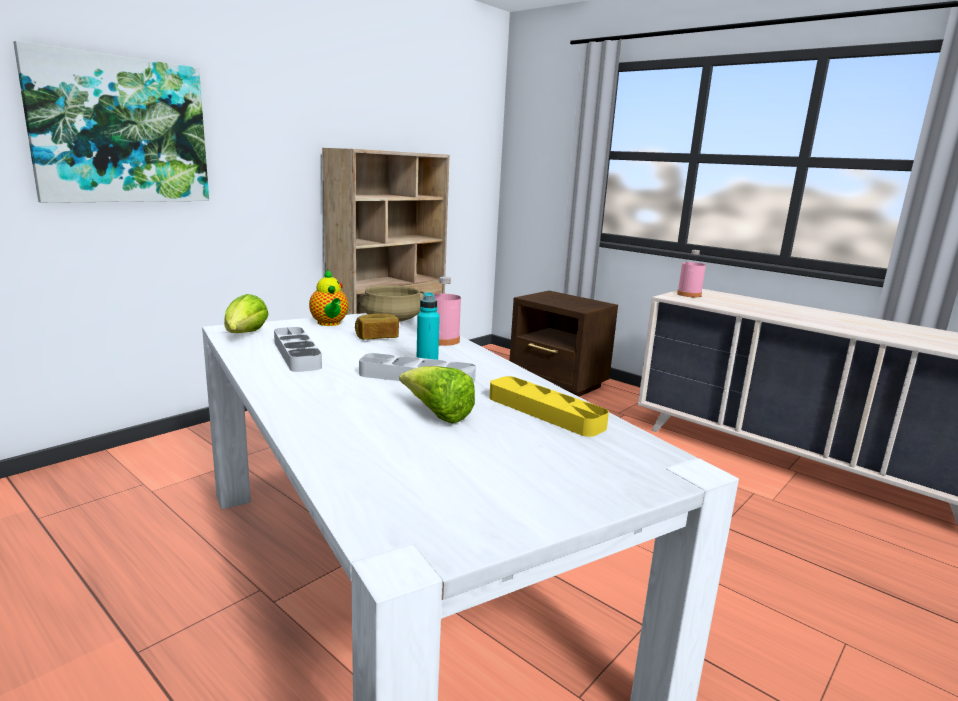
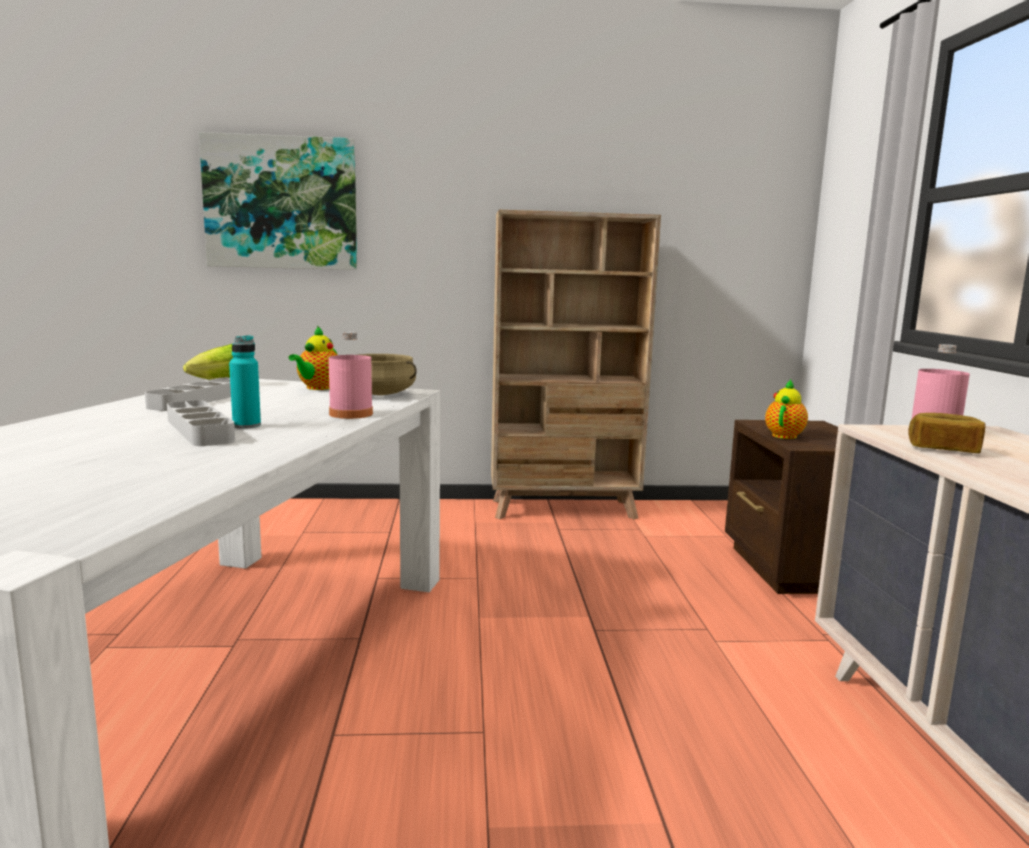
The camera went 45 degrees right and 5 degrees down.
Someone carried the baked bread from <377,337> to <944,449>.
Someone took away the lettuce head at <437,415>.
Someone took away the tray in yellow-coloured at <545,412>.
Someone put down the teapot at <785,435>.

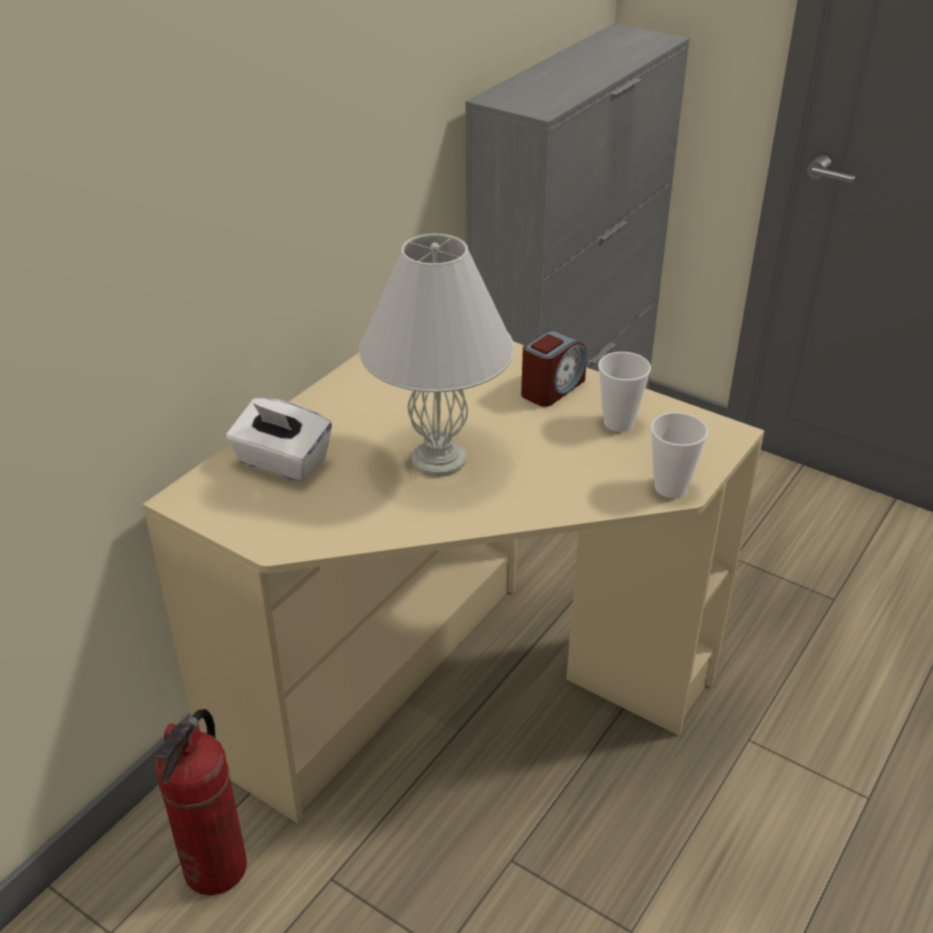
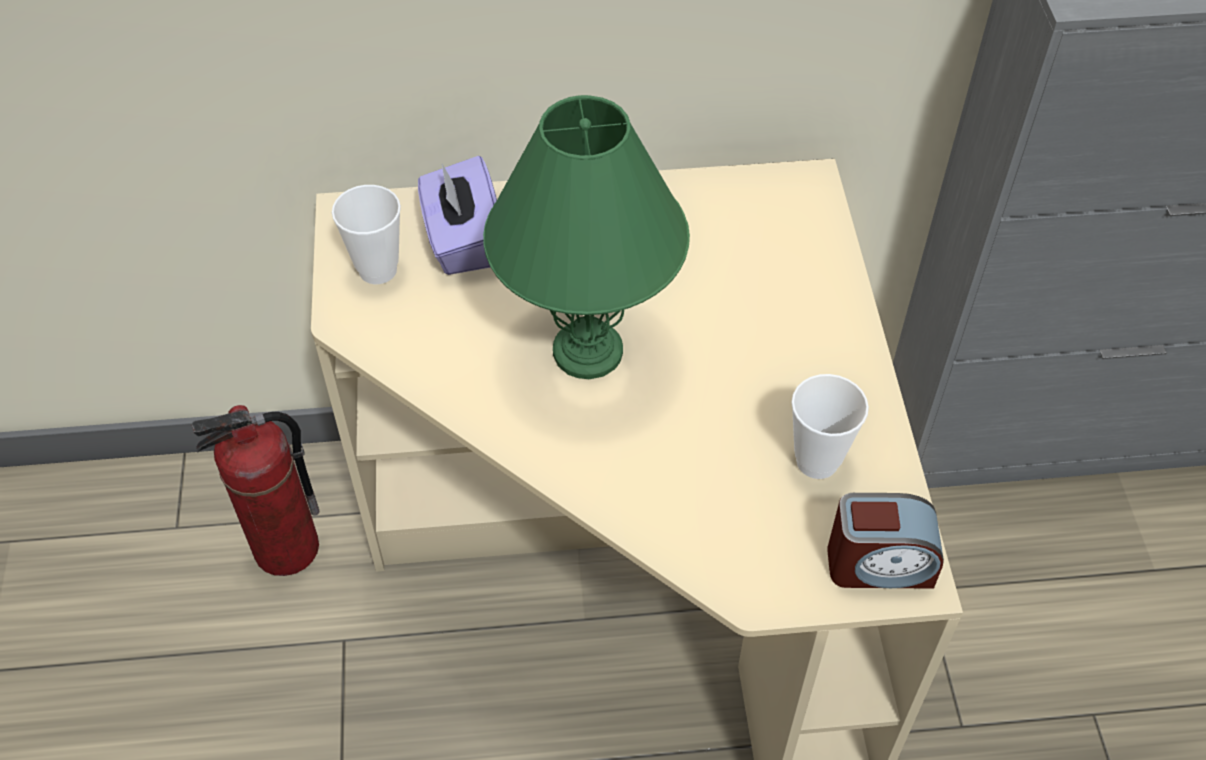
The camera went 50 degrees right and 15 degrees up.
Someone repainted the table lamp in whitish at <437,460>, which became the table lamp in green at <586,350>.
Someone carried the bedside clock from <552,388> to <879,564>.
Someone repainted the box of tissues in whitish at <282,463>, which became the box of tissues in purplish at <463,240>.
Someone carried the small cup from <670,487> to <378,270>.

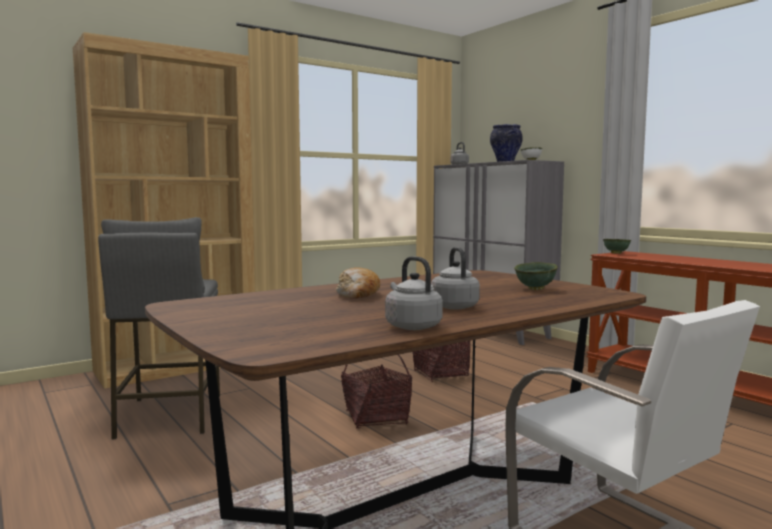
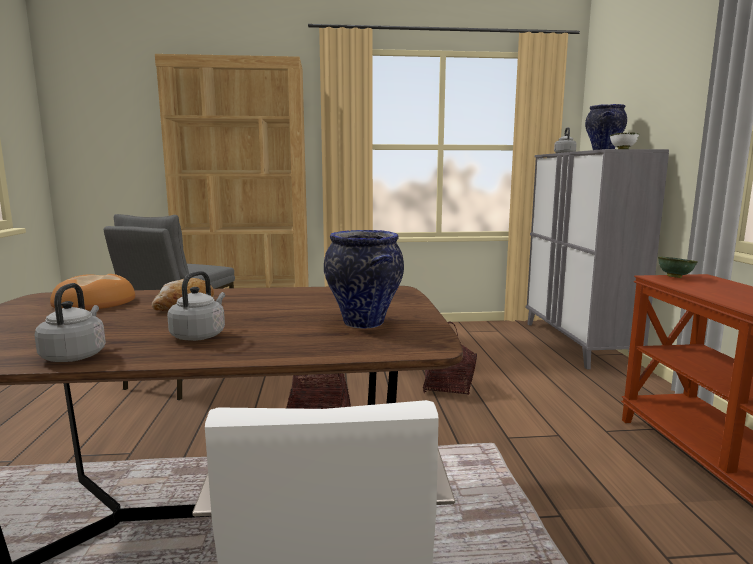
The camera went 30 degrees right and 5 degrees up.
Someone swapped the bowl in green at <536,289> for the vase at <364,323>.
Someone put down the baked bread at <93,302>.

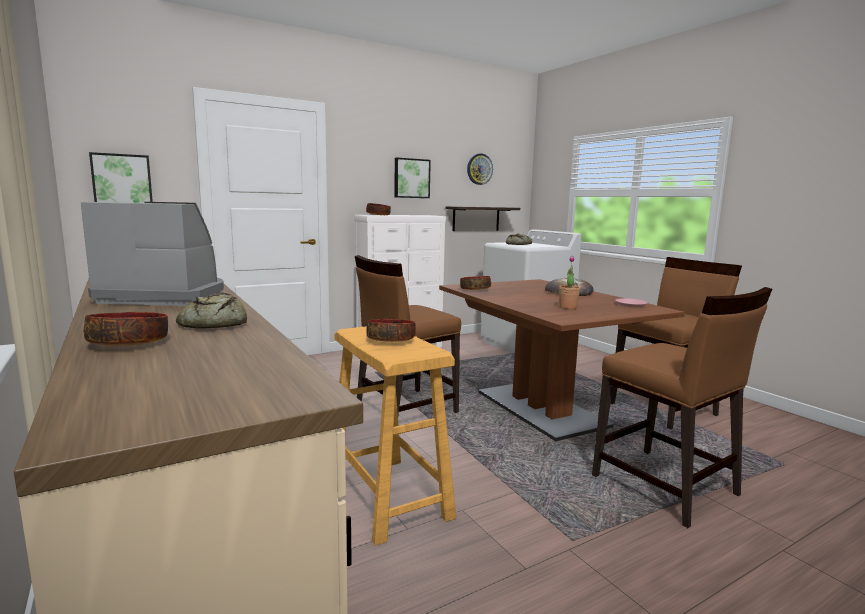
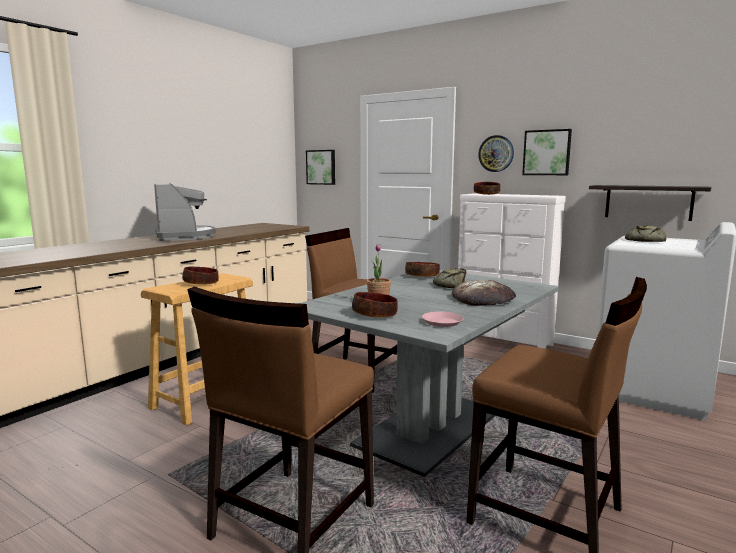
The camera went 65 degrees right and 0 degrees up.
Someone carried the clock on the wall from <479,169> to <496,153>.
Someone repainted the dinner table in brownish at <540,409>, which became the dinner table in grey at <429,429>.
Someone carried the baked bread from <212,324> to <450,285>.
Someone carried the bowl from <129,343> to <375,315>.

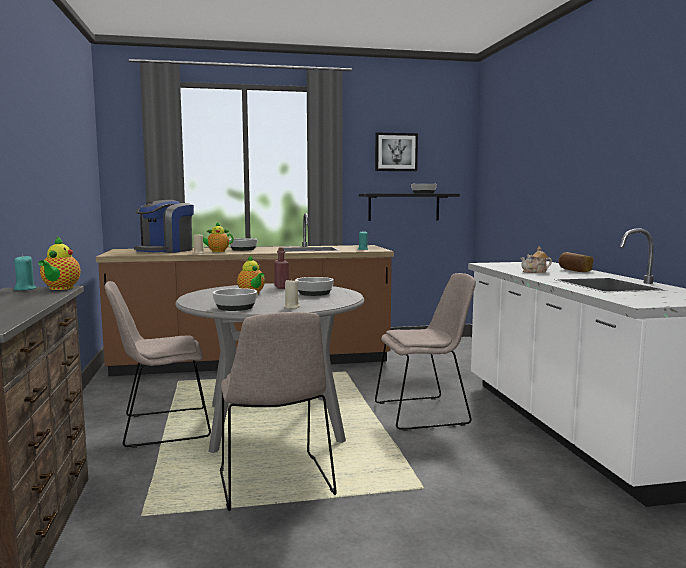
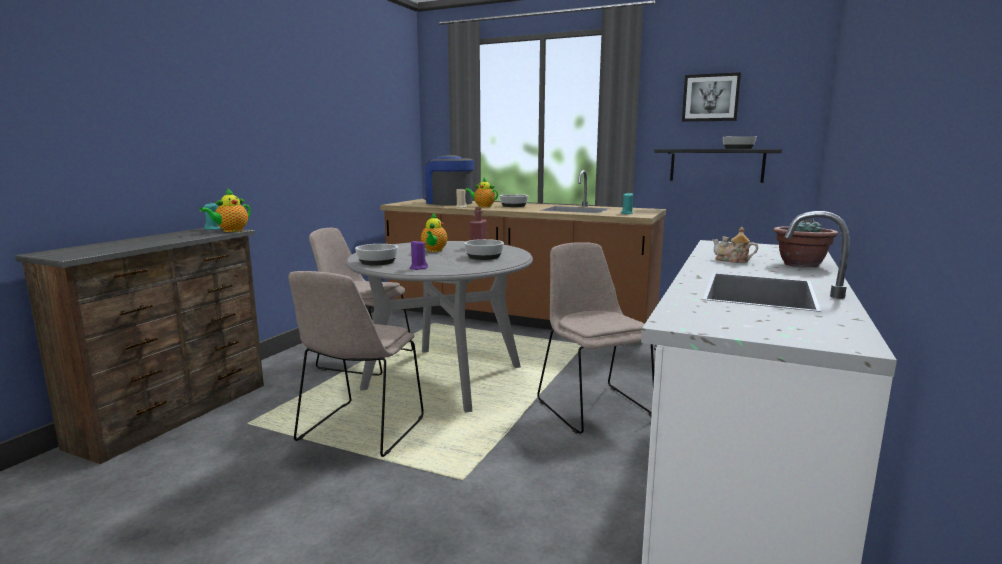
The camera went 35 degrees right and 5 degrees up.
Someone rotated the coffee maker at <166,250> by 75 degrees clockwise.
Someone swapped the baked bread at <574,270> for the houseplant at <800,265>.
Someone rotated the plain chair in beige-coloured at <424,413> by 135 degrees counterclockwise.
Someone repainted the candle in beige-coloured at <292,307>, which became the candle in purplish at <418,268>.

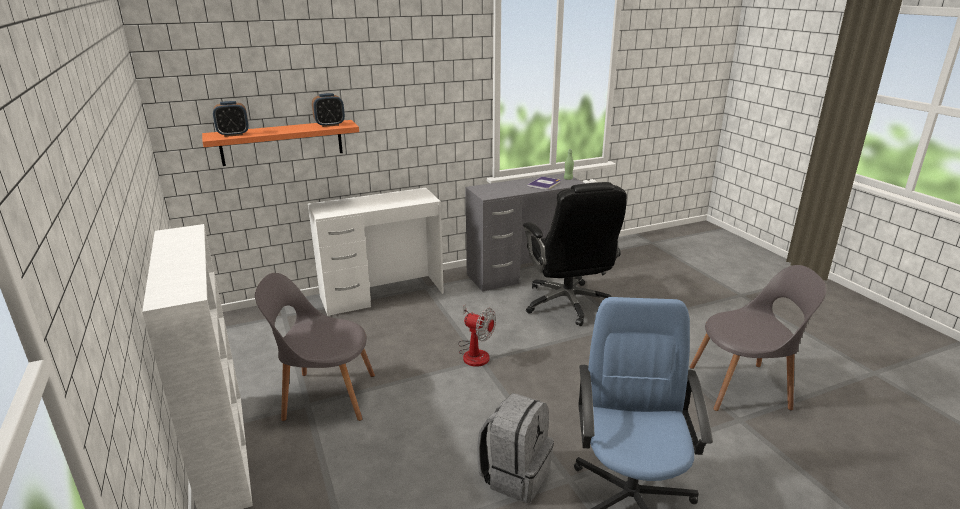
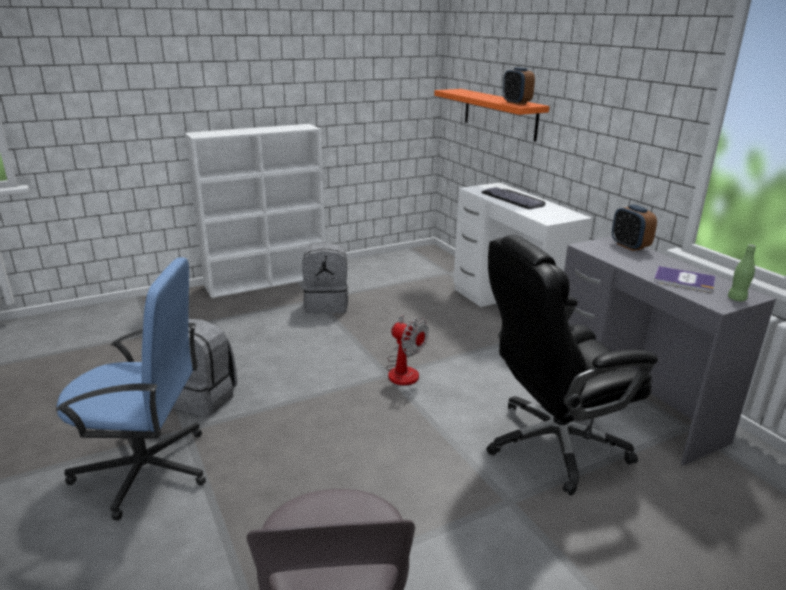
The camera went 85 degrees right and 0 degrees up.
Someone carried the bedside clock from <233,134> to <629,246>.
Someone swapped the plain chair in grey at <325,396> for the backpack in grey at <327,304>.
Someone rotated the fan at <474,352> by 75 degrees counterclockwise.
Someone put down the PC keyboard at <515,198>.

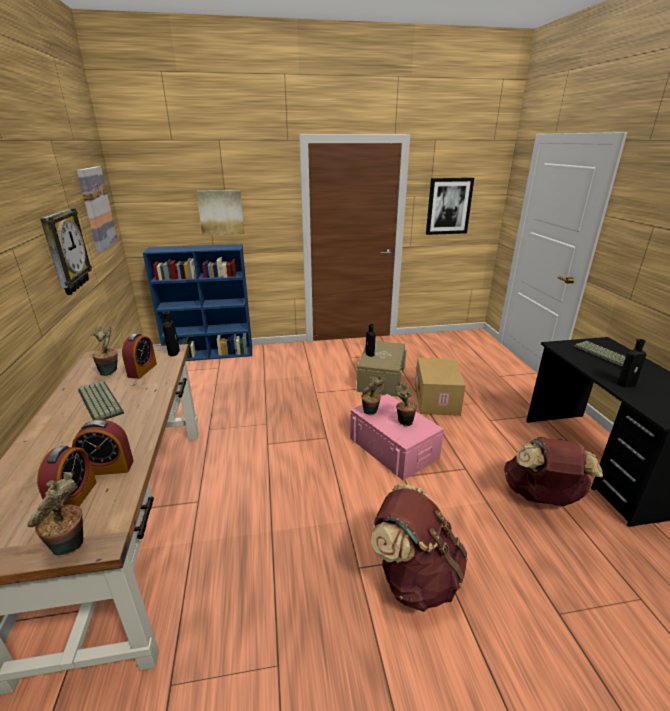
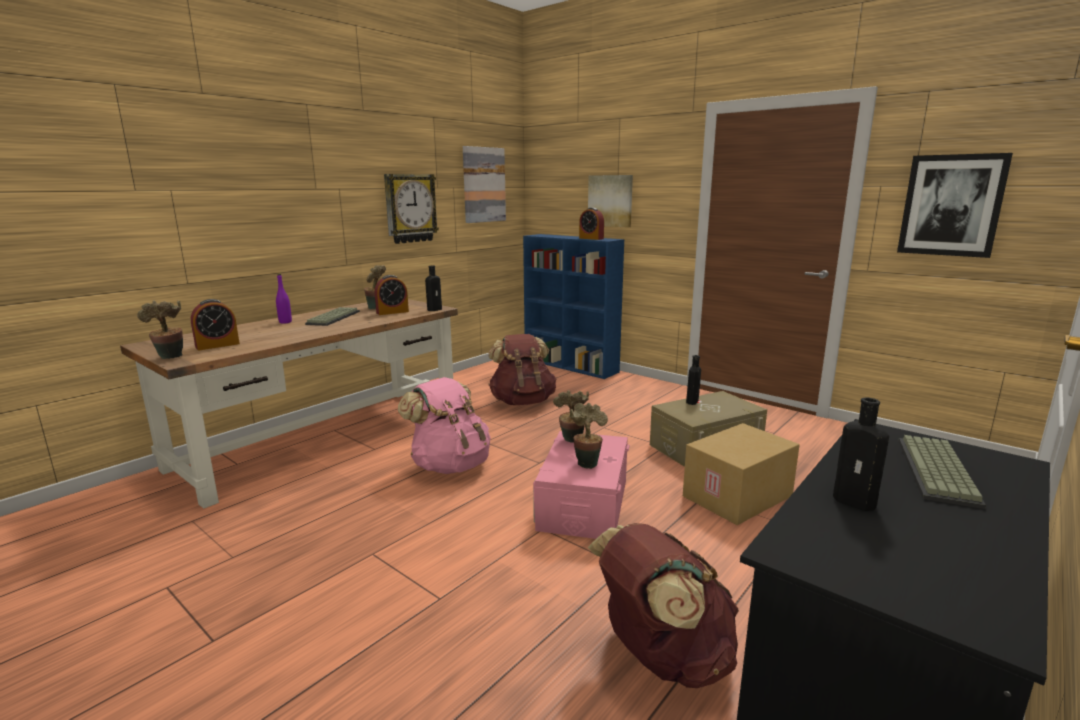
The camera went 50 degrees right and 10 degrees down.
Someone carried the bedside clock from <108,467> to <591,238>.
Someone carried the backpack in brownish from <414,577> to <522,402>.
Someone put down the beverage bottle in purplish at <285,322>.
Someone put down the backpack in pink at <450,465>.

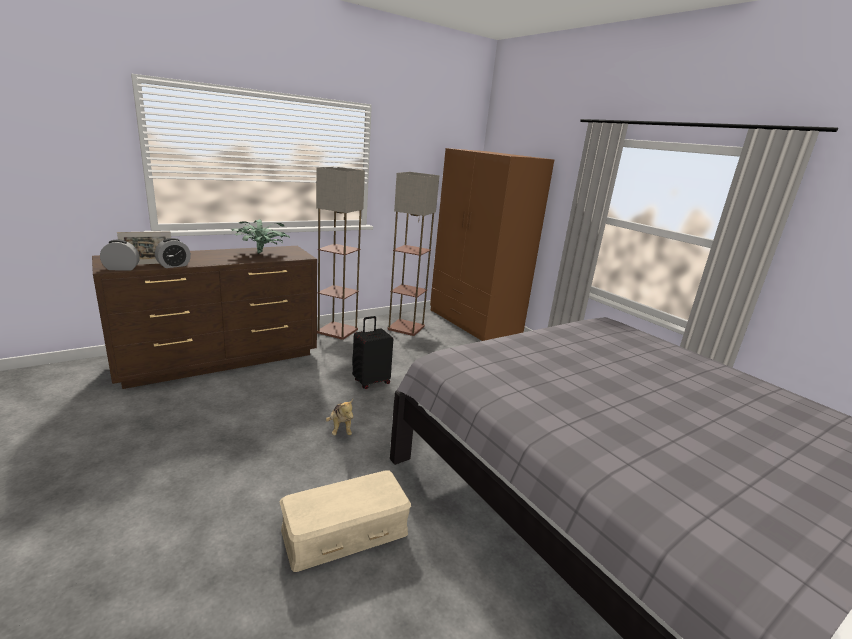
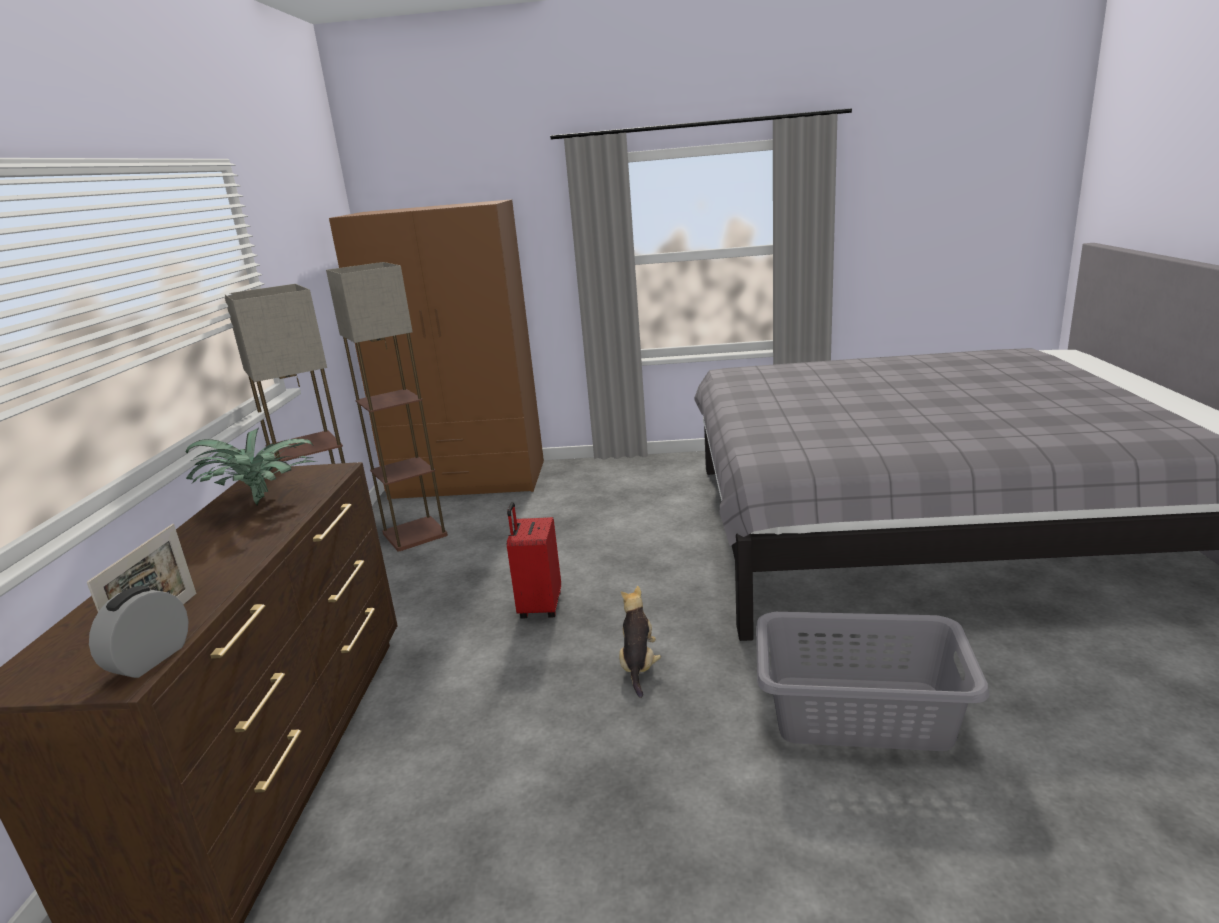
The camera went 50 degrees left and 0 degrees up.
Someone took away the bedside clock at <174,265>.
Someone repainted the travel case in blackish at <371,381>, which became the travel case in red-coloured at <539,607>.
Someone rotated the cuddly toy at <340,428> by 105 degrees counterclockwise.
Someone swapped the storage box in beige-coloured at <345,532> for the washing basket in grey at <861,713>.

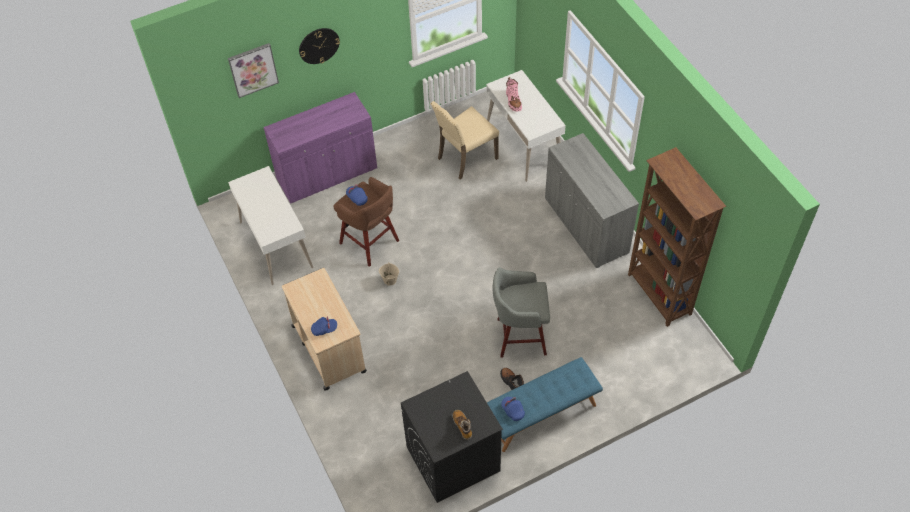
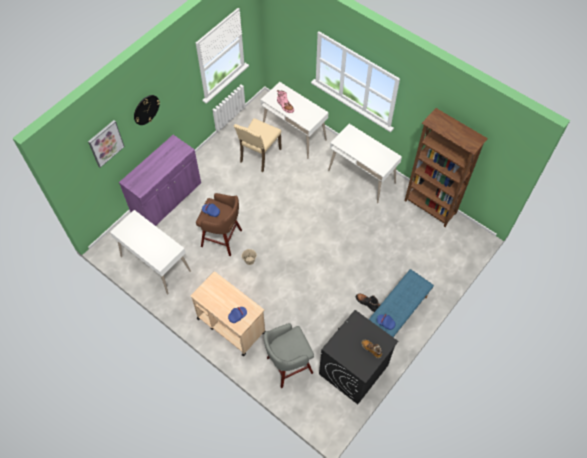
The camera went 25 degrees left and 5 degrees up.
Someone swapped the storage cabinet in grey at <586,226> for the desk in whitish at <362,176>.
Someone carried the sitting stool in grey from <519,336> to <288,366>.

